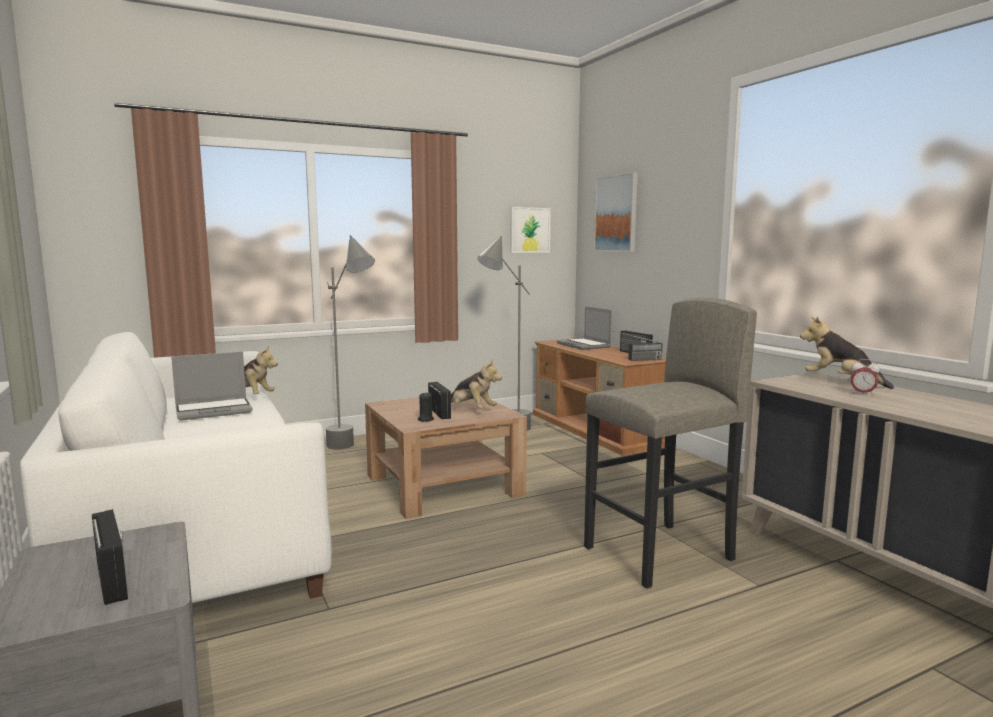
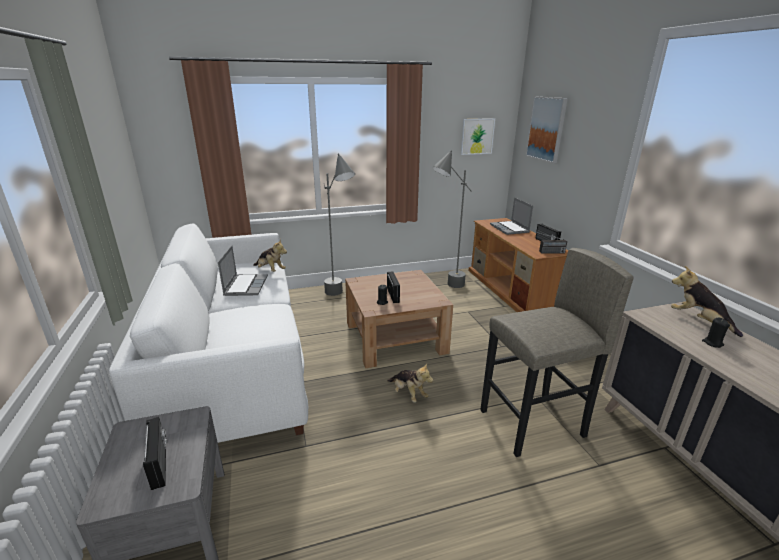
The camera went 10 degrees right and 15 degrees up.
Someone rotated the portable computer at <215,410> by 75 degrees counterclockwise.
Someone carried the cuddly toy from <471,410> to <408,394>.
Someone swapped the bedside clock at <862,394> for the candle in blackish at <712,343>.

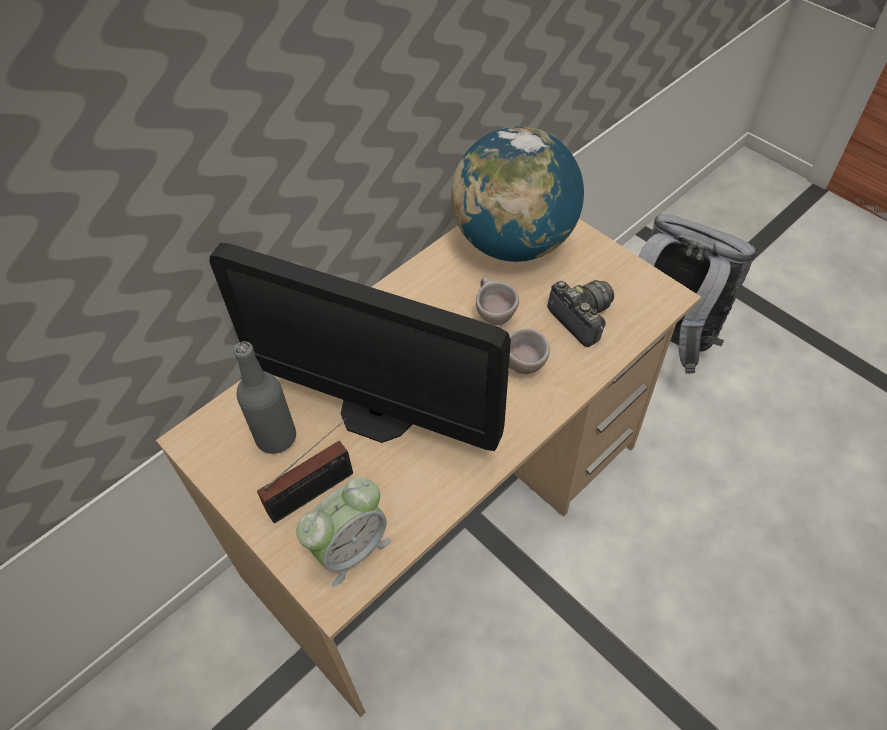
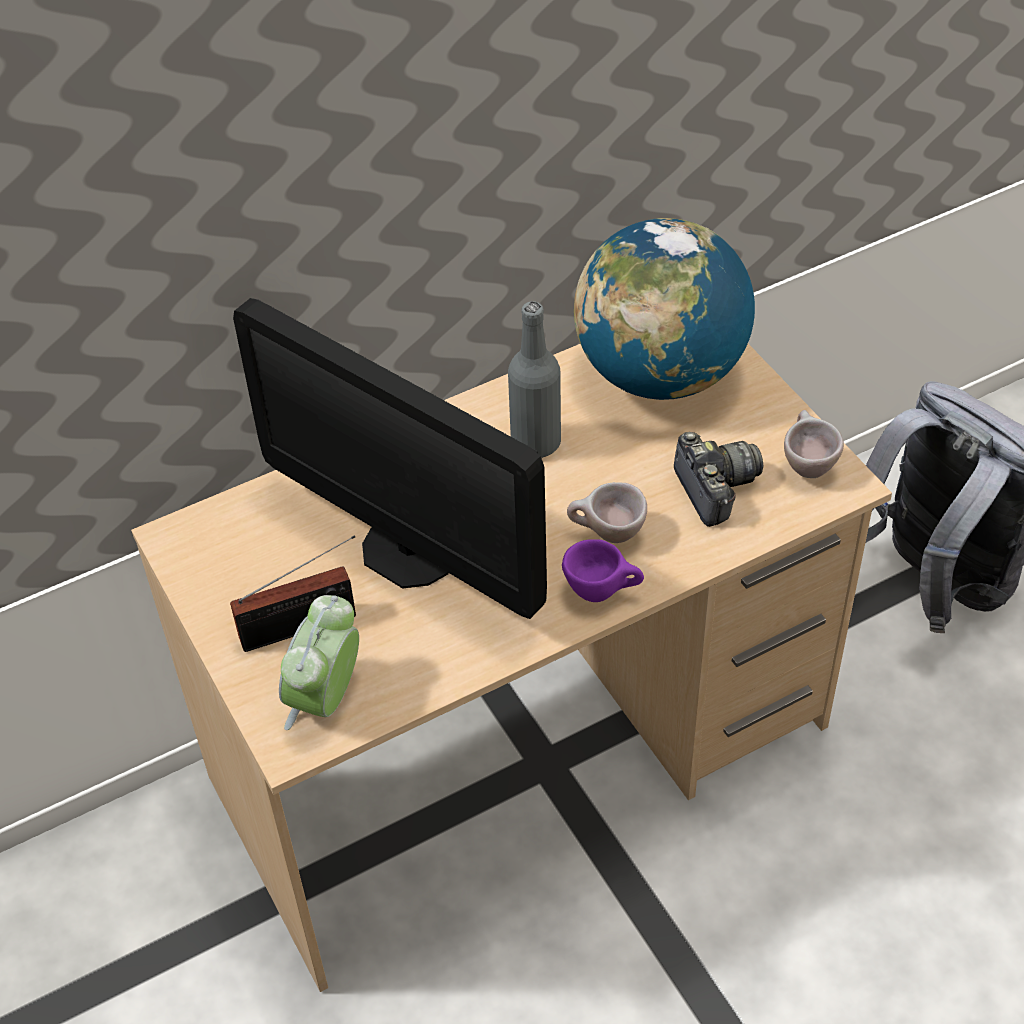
The camera went 15 degrees right and 5 degrees down.
Someone carried the small cup in beige-coloured from <492,314> to <806,464>.
Someone carried the beverage bottle in grey from <276,437> to <536,442>.
Someone rotated the bedside clock at <350,548> by 135 degrees clockwise.
Someone put down the small cup in purplish at <602,592>.

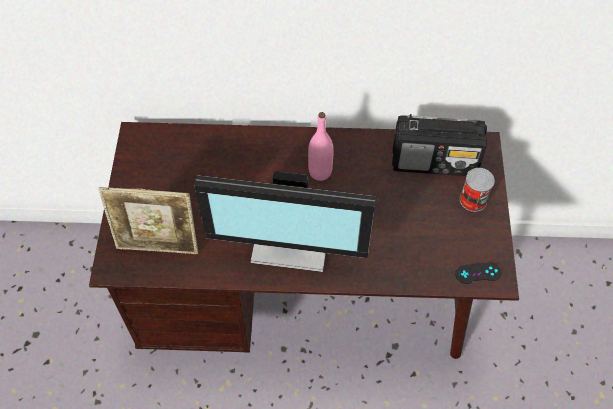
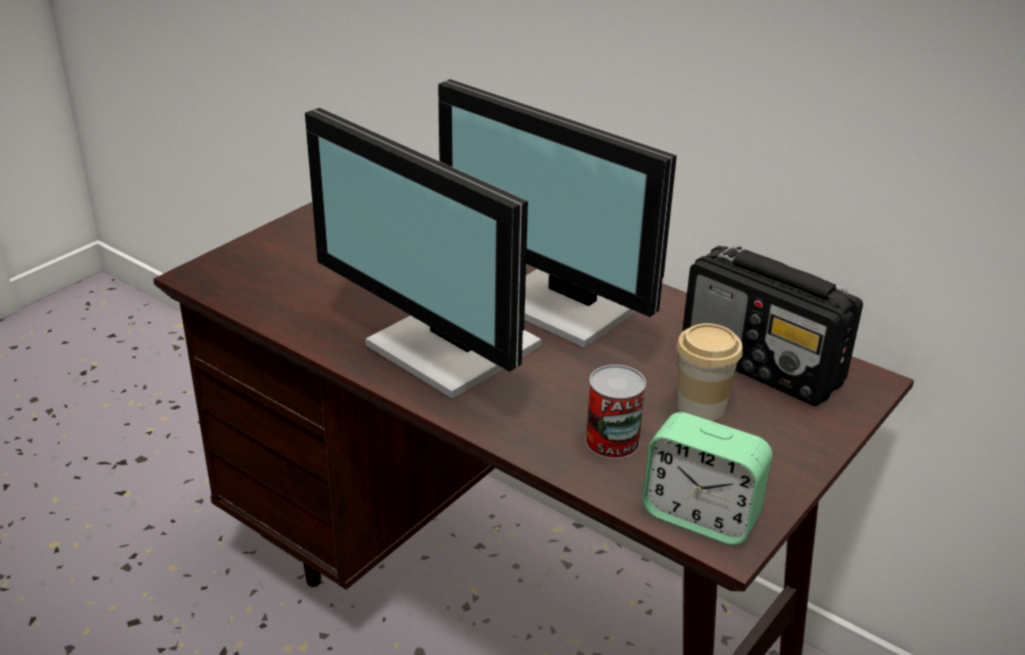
The camera went 35 degrees right and 25 degrees down.
Someone swapped the beverage bottle in pink at <320,172> for the computer screen at <569,305>.
Someone carried the can from <473,200> to <612,442>.
Someone took away the picture frame at <159,247>.
Someone swapped the gamepad in blackish at <478,273> for the bedside clock at <700,516>.
Someone put down the small cup at <701,407>.

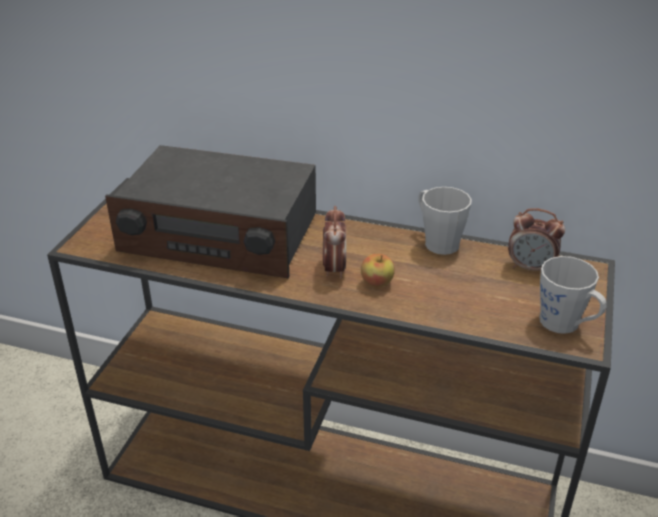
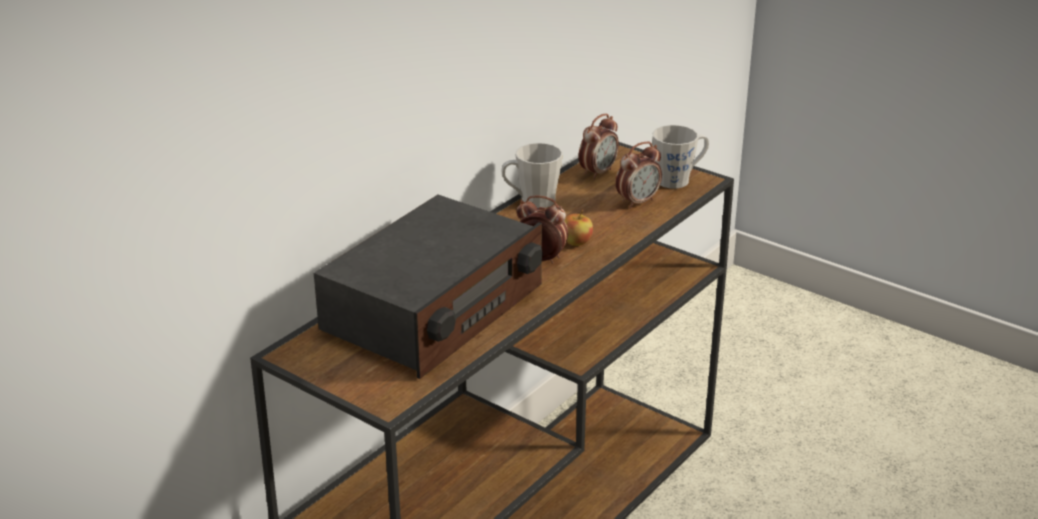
The camera went 70 degrees left and 5 degrees down.
Someone put down the bedside clock at <637,202>.

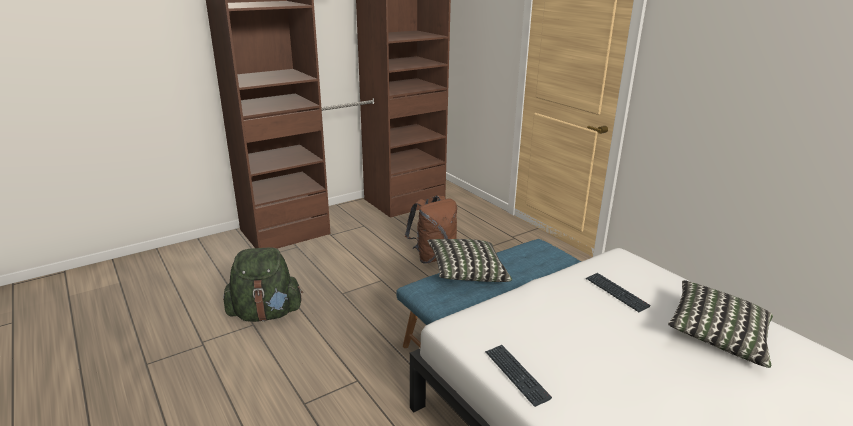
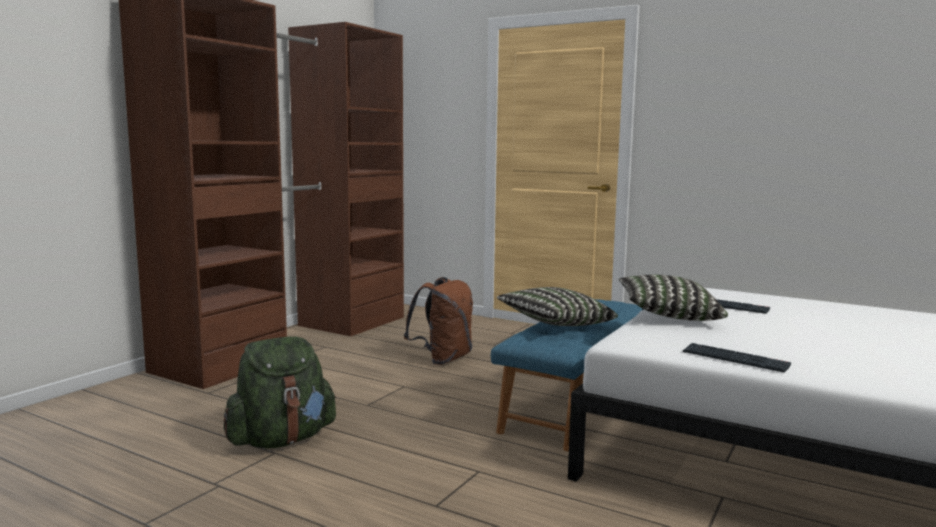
The camera went 25 degrees left and 15 degrees down.
Someone carried the pillow from <717,336> to <667,316>.

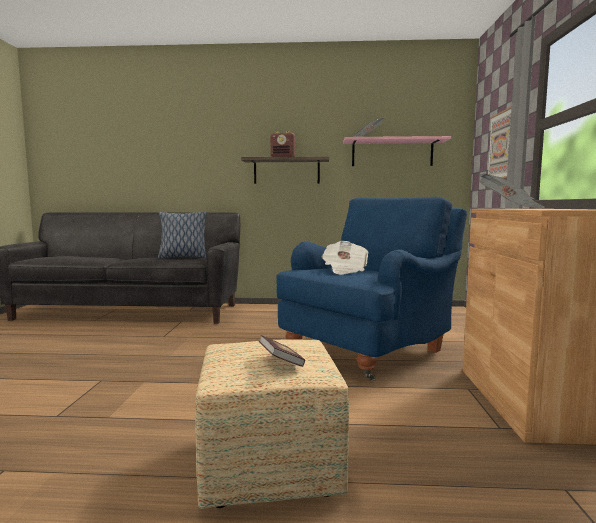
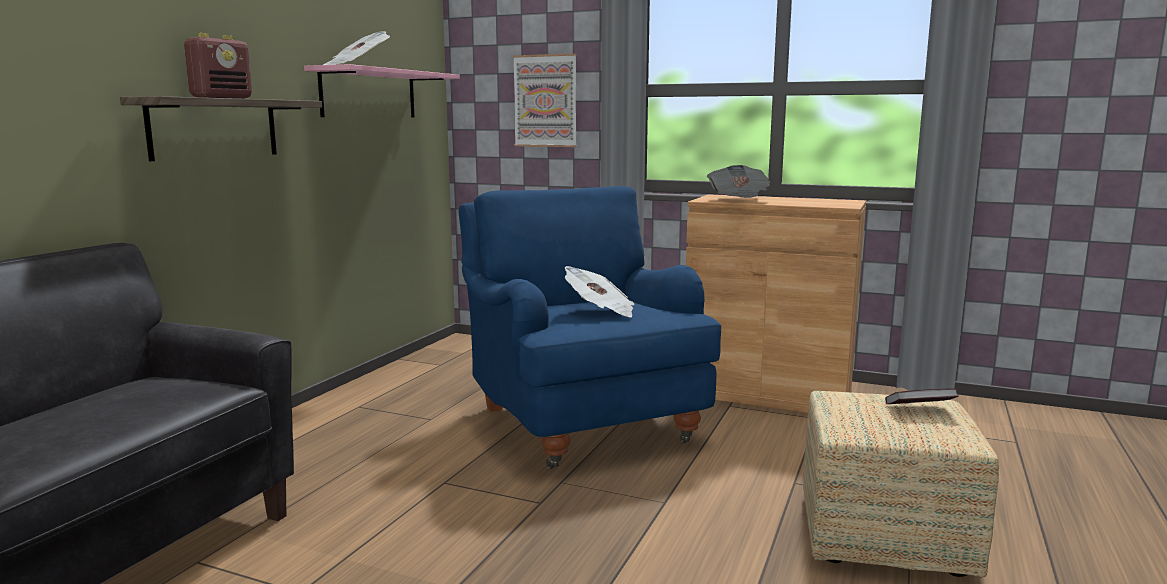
The camera went 70 degrees left and 5 degrees up.
Someone took away the pillow at <183,257>.

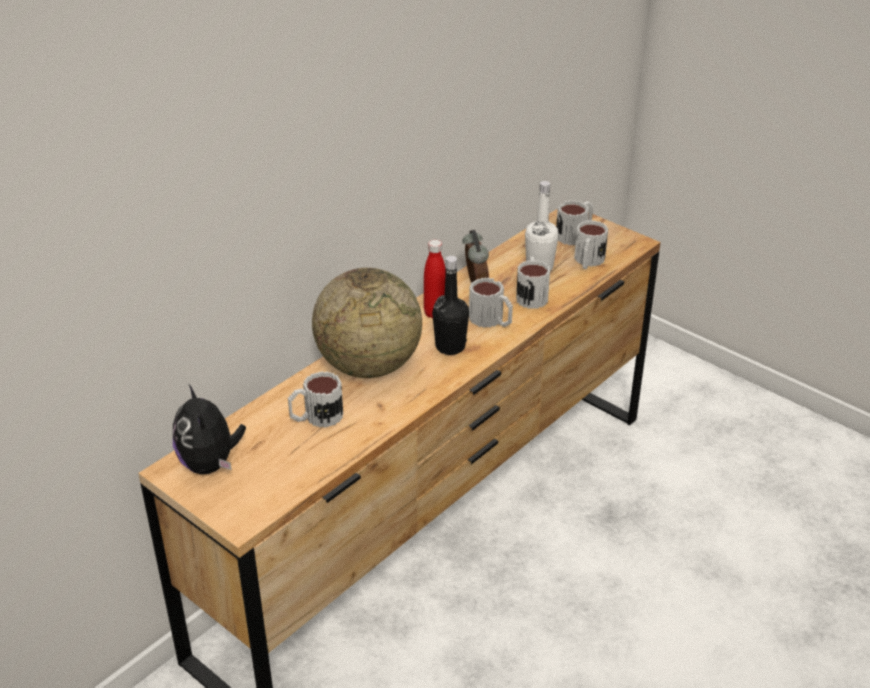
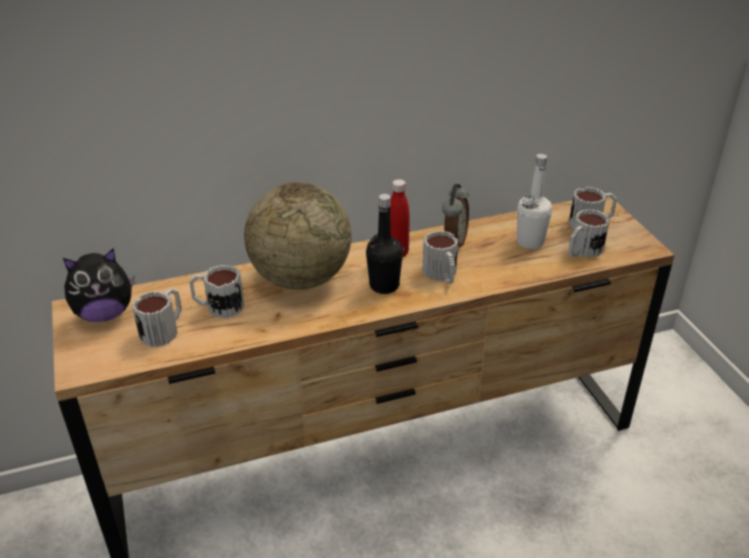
The camera went 30 degrees right and 0 degrees up.
Someone carried the tea mug from <531,295> to <164,329>.
Someone rotated the cuddly toy at <210,464> by 120 degrees counterclockwise.

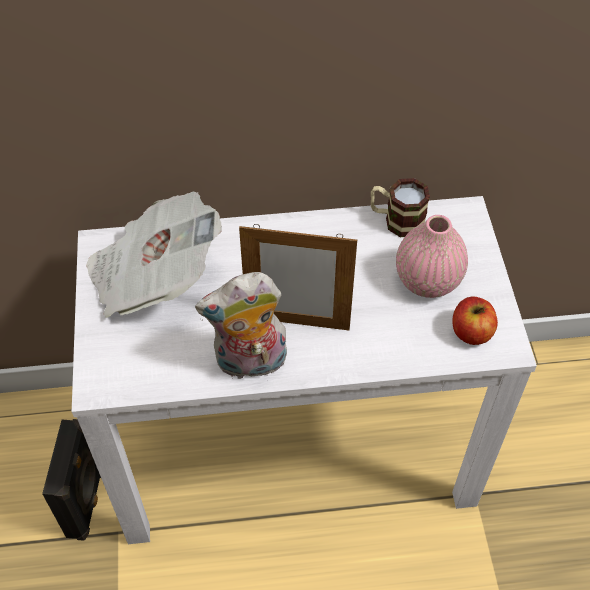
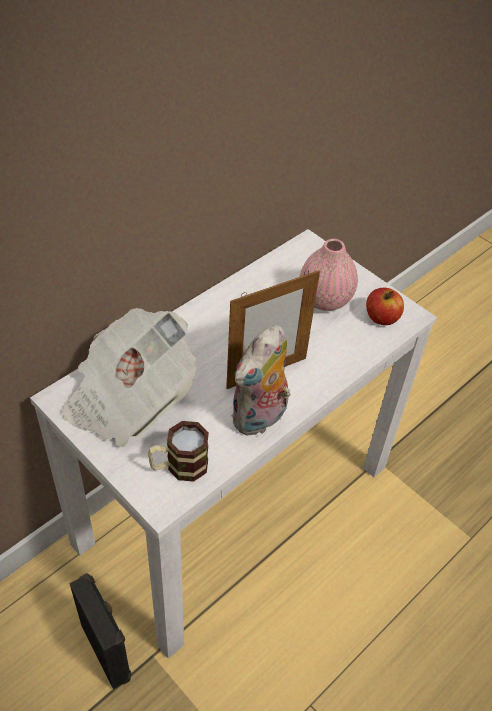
The camera went 40 degrees left and 5 degrees down.
Someone carried the tea mug from <396,220> to <179,466>.

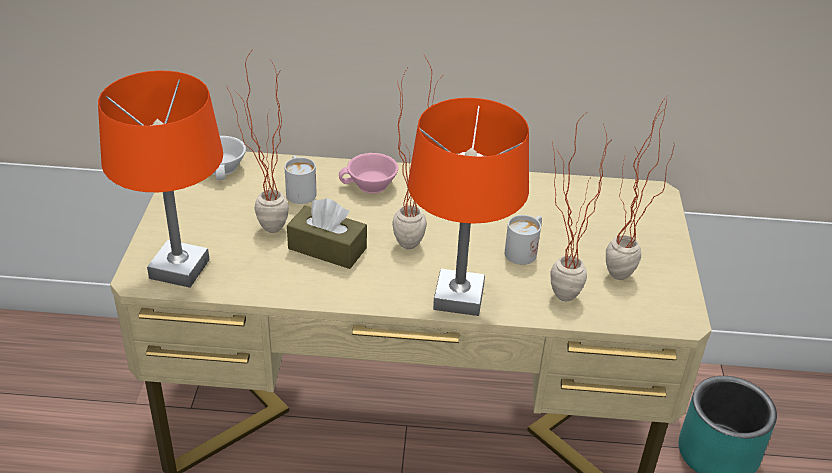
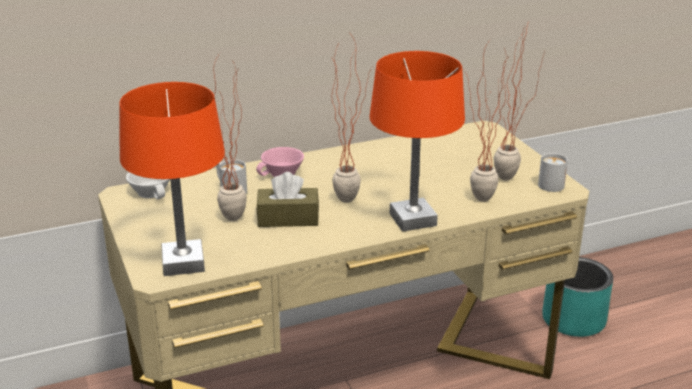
The camera went 25 degrees left and 10 degrees down.
Someone carried the tea mug in whitish from <524,251> to <551,183>.

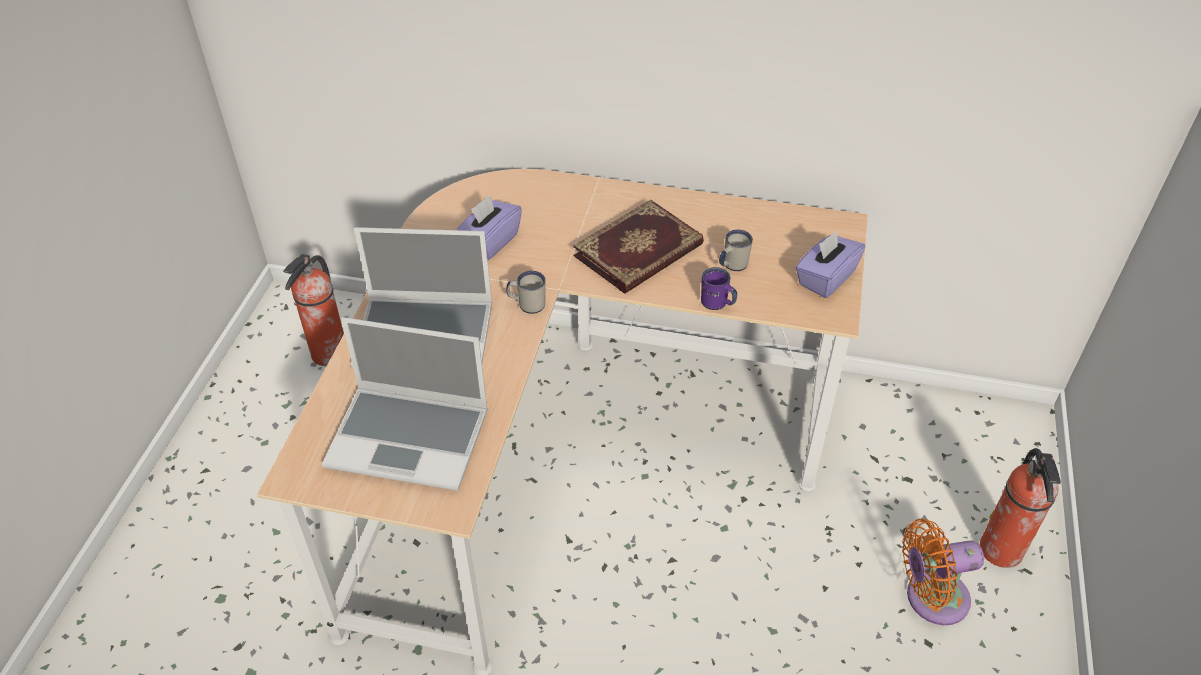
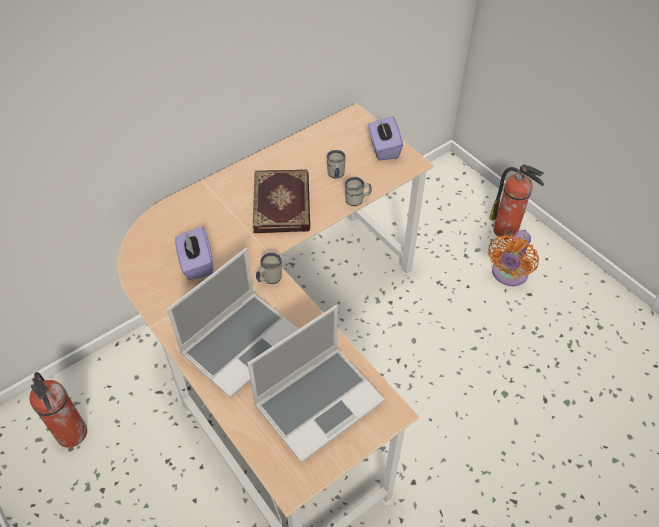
The camera went 50 degrees left and 5 degrees up.
Someone repainted the tea mug in purplish at <717,304>, which became the tea mug in whitish at <357,200>.

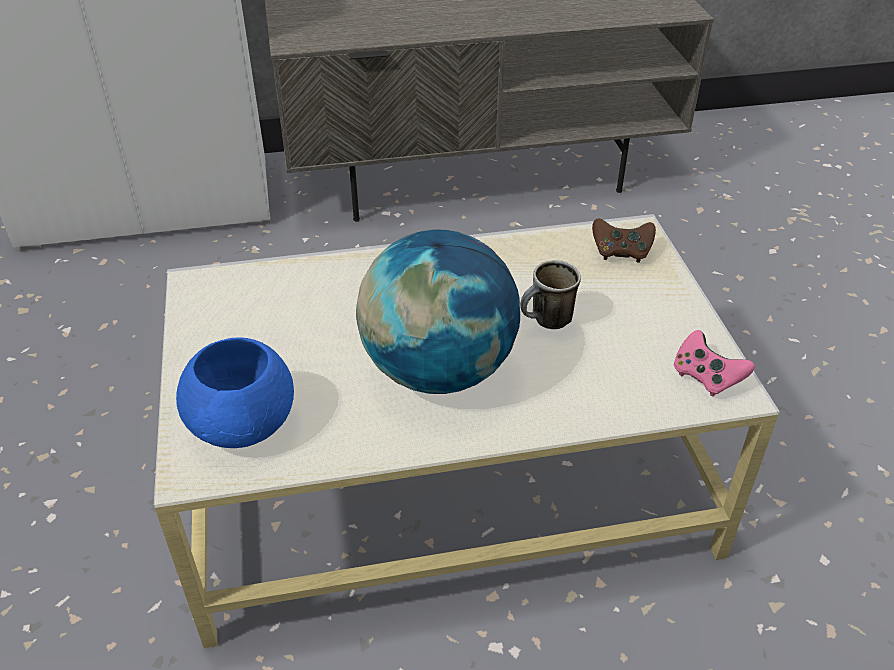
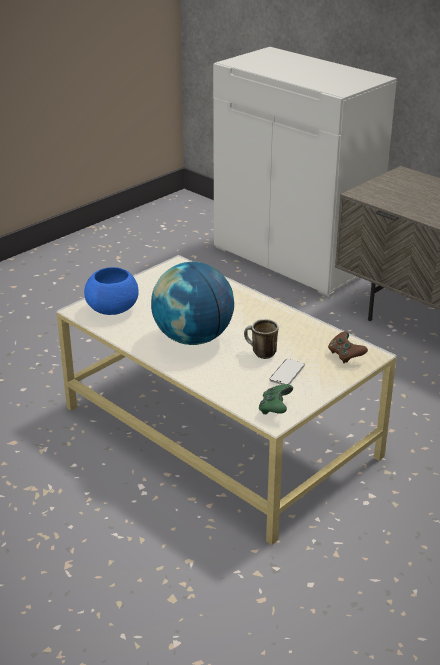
The camera went 55 degrees right and 10 degrees down.
Someone repainted the gamepad in pink at <706,377>, which became the gamepad in green at <275,408>.
Someone put down the telephone at <287,373>.

